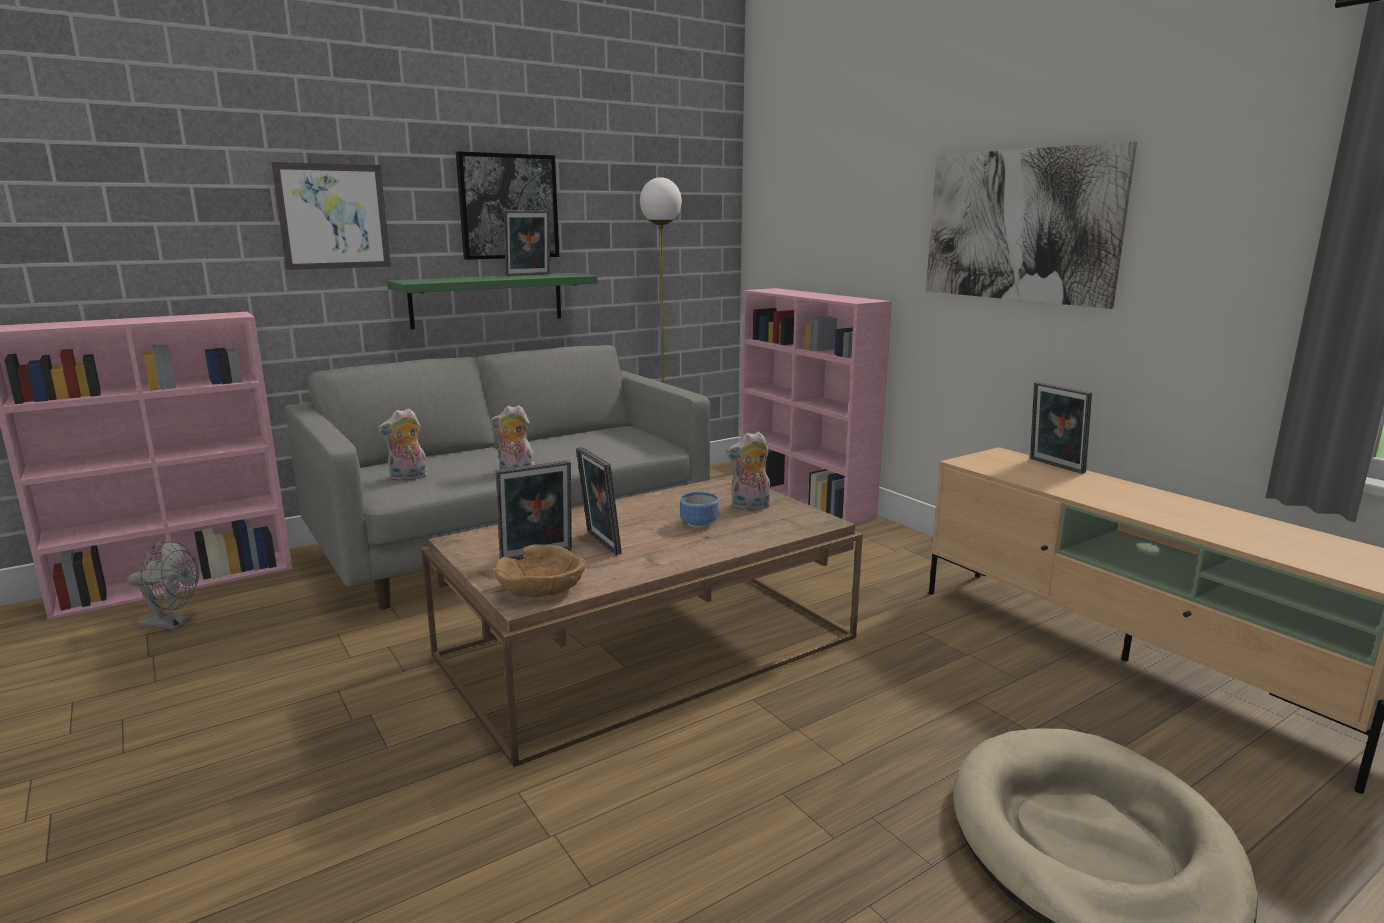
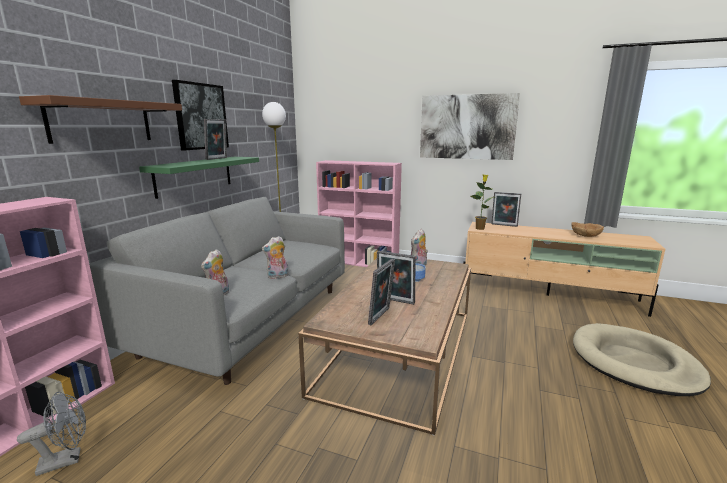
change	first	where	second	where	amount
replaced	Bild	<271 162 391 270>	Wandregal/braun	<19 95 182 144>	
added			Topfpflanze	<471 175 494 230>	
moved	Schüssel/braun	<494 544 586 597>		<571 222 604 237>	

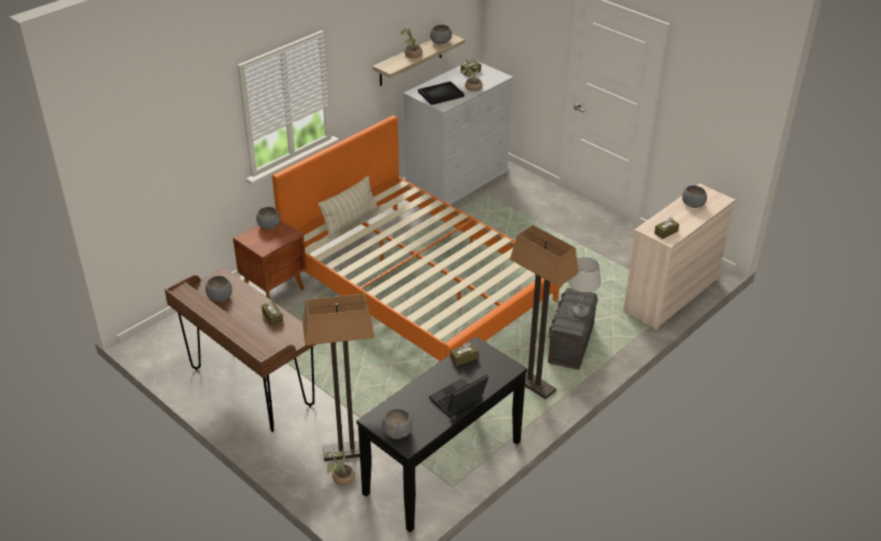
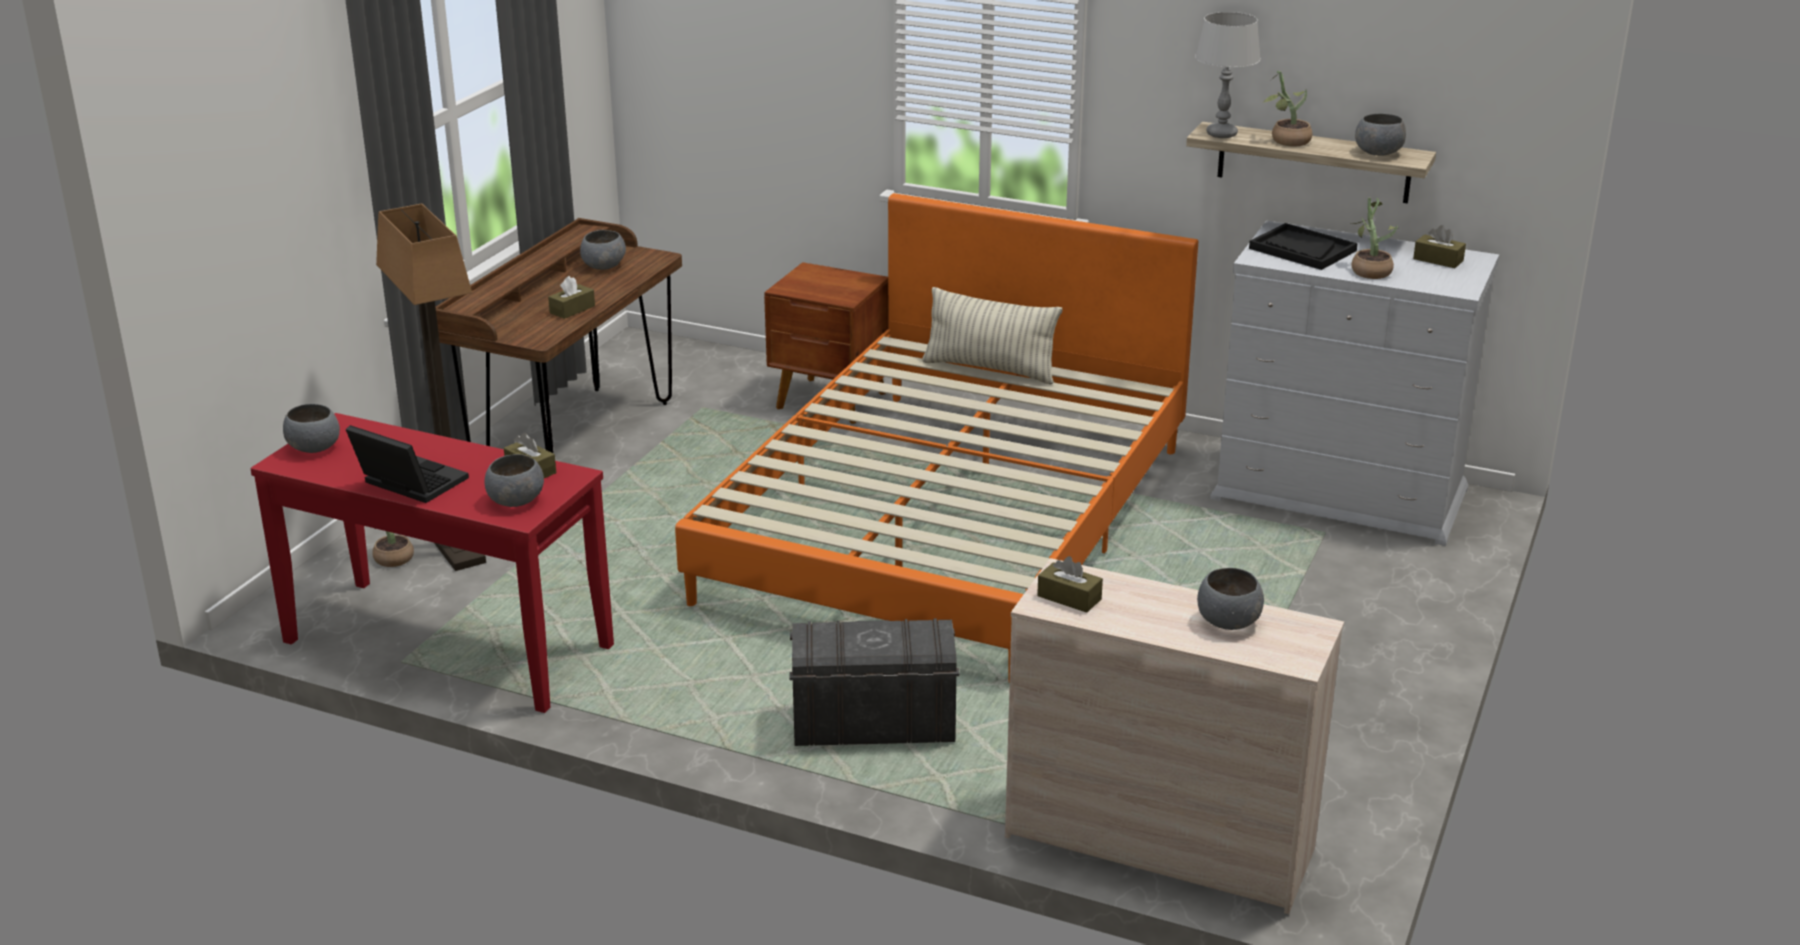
change	first	where	second	where	amount
recoloured	Konsolentisch/schwarz	<356 336 527 532>	Konsolentisch/rot	<250 413 614 713>	
moved	Schüssel/grau	<256 207 280 229>		<485 454 544 507>	
moved	Tischlampe/grau	<567 257 601 317>		<1195 12 1261 138>	
removed	Stehlampe	<510 225 579 399>			

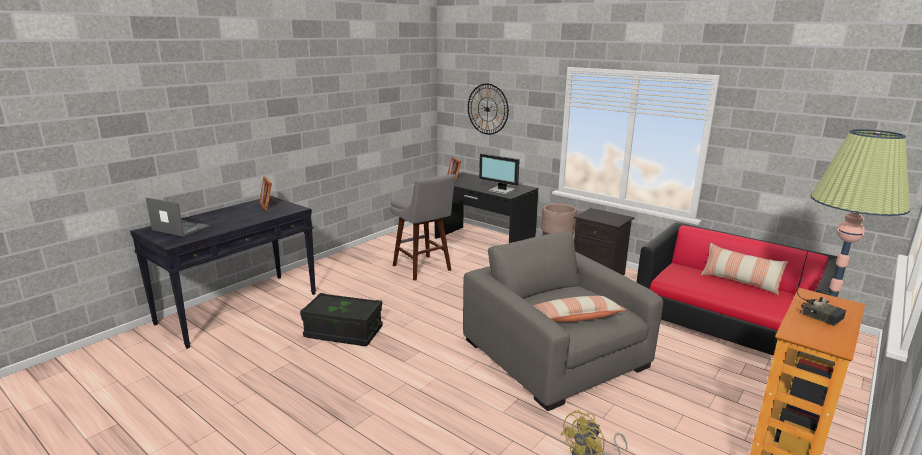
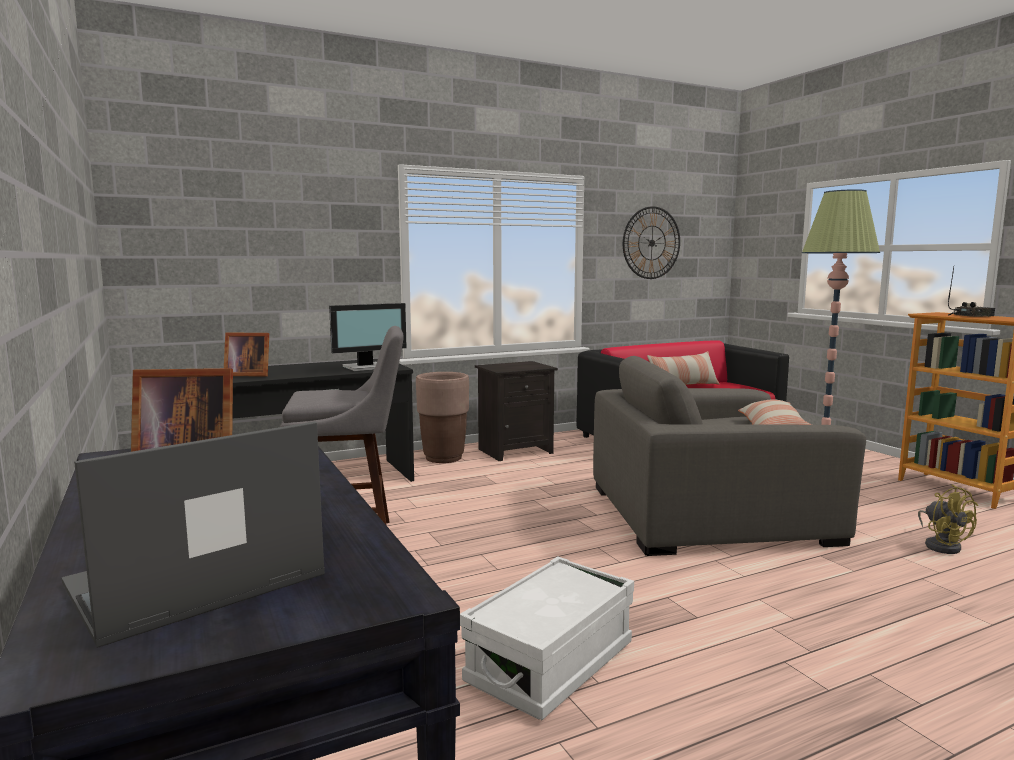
change	first	where	second	where	amount
recoloured	Aufbewahrungsbox/schwarz	<300 293 383 346>	Aufbewahrungsbox/weiß	<460 556 634 720>	
moved	Wanduhr	<468 83 509 135>		<623 206 680 279>	

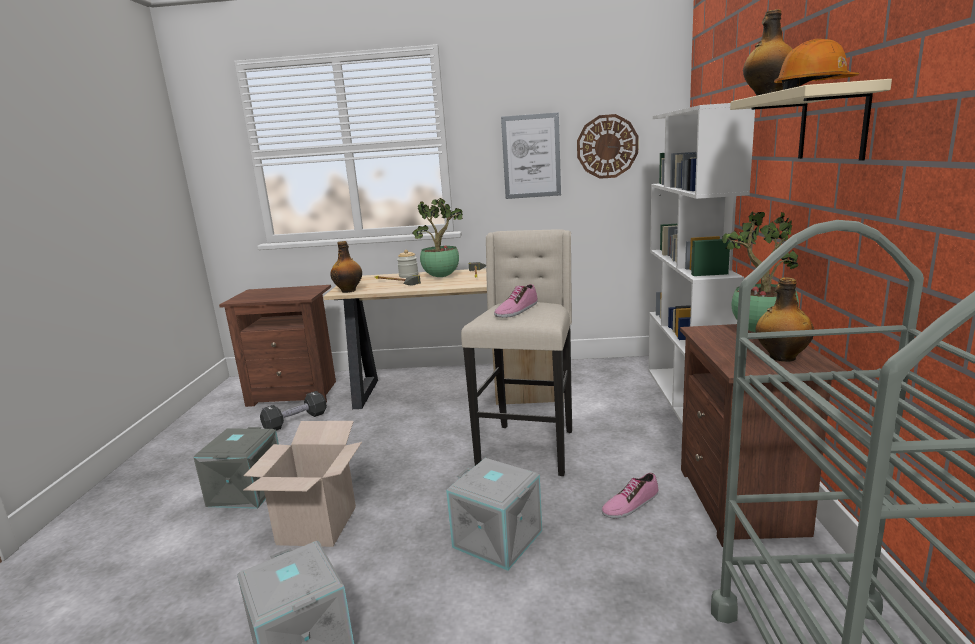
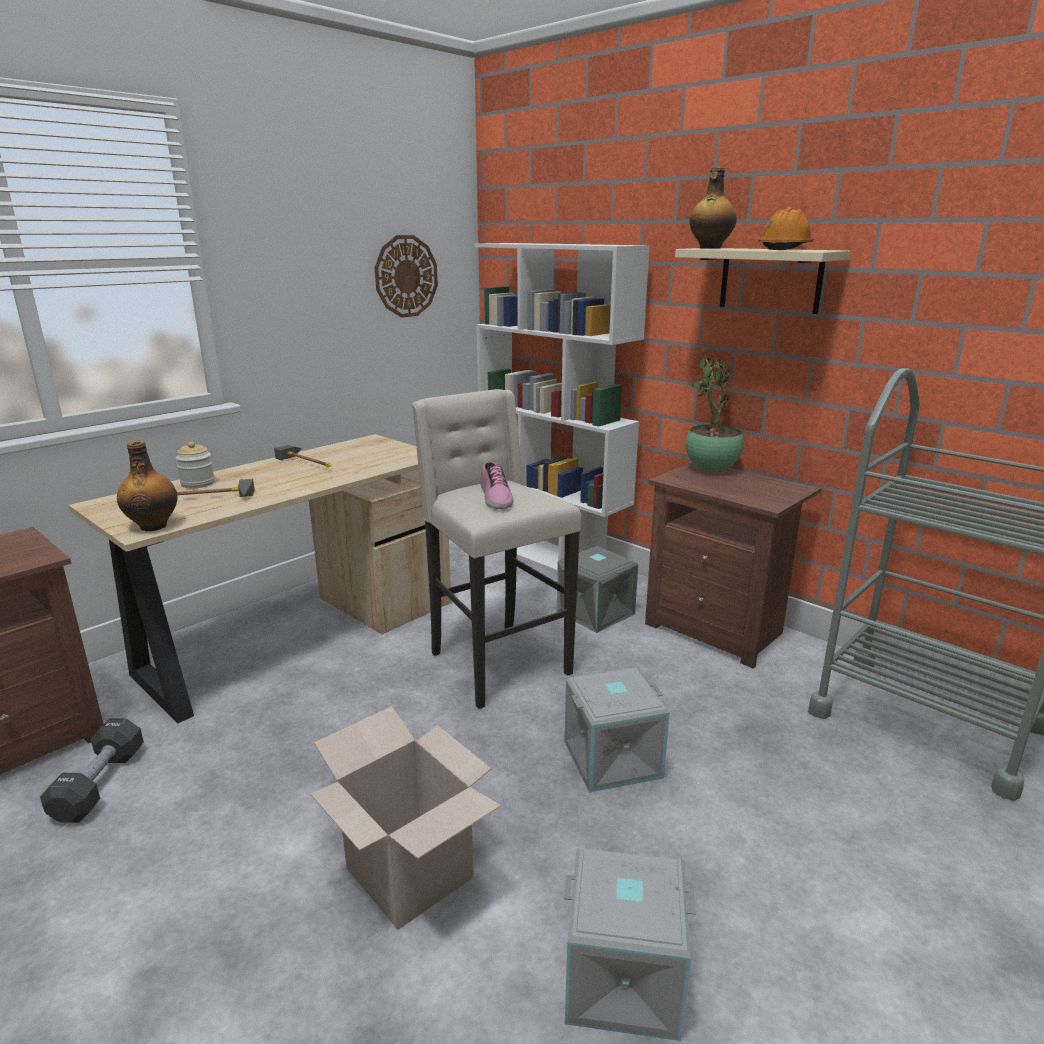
change	first	where	second	where	amount
moved	Aufbewahrungsbox/grau	<193 427 279 509>		<557 546 638 633>	
removed	Topfpflanze	<412 198 463 277>			
removed	Bild	<501 112 561 199>			
removed	Schuh	<602 473 658 519>			
removed	Flasche	<755 277 814 362>			

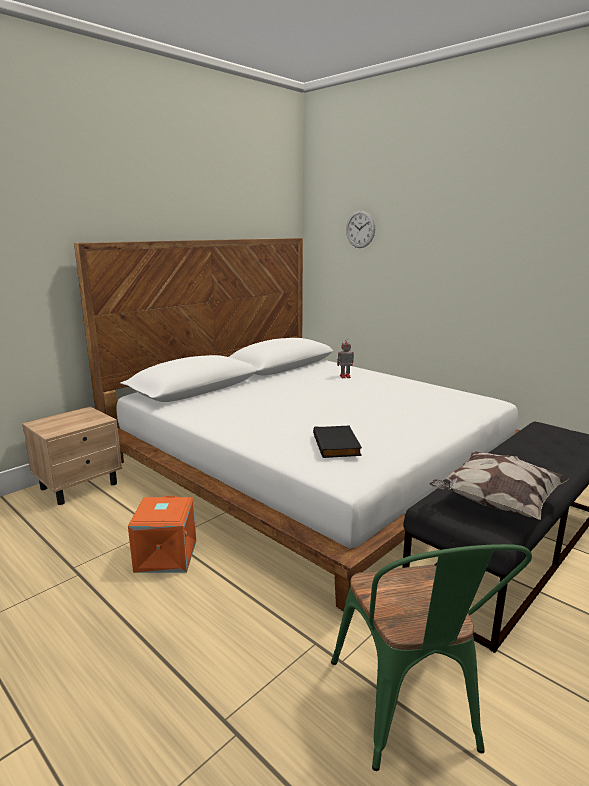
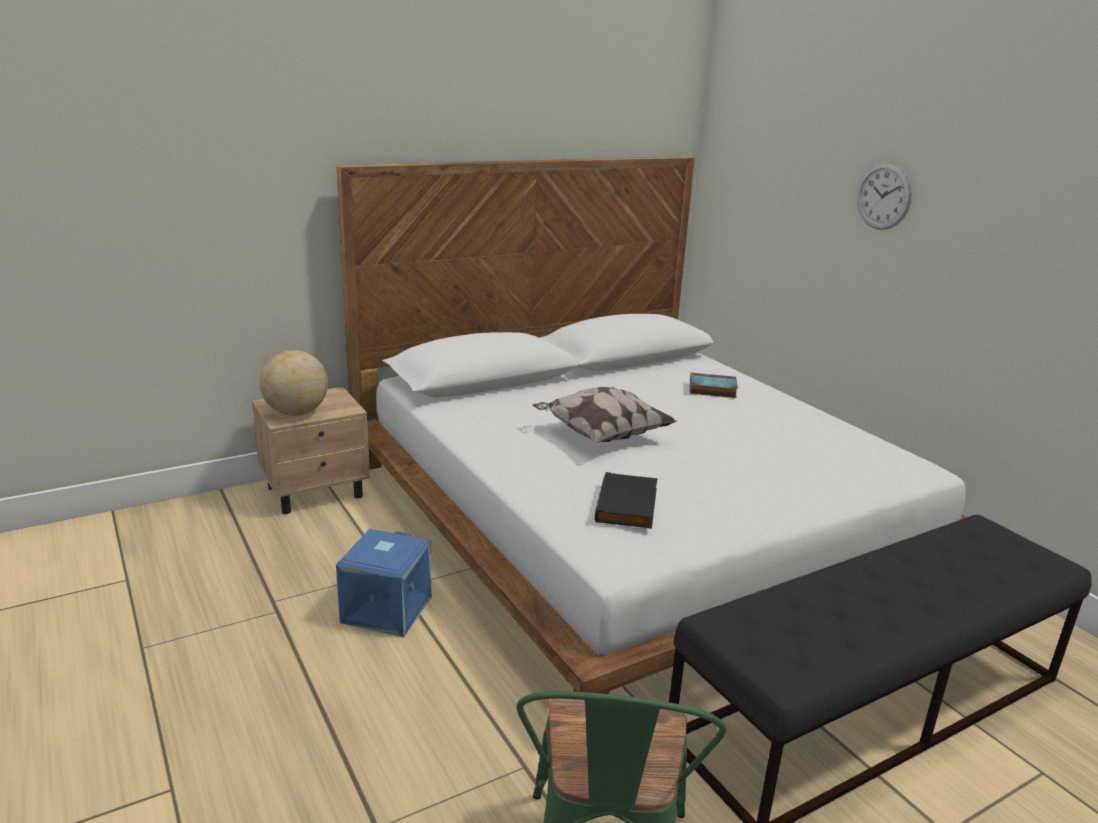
change	first	where	second	where	amount
added			Globus	<260 350 328 416>	
recoloured	Aufbewahrungsbox/orange	<128 496 196 573>	Aufbewahrungsbox/blau	<336 529 432 638>	
moved	Kissen	<429 451 569 520>		<532 387 677 442>	
replaced	Spielzeugroboter	<337 338 354 378>	Buch	<690 373 738 398>	
moved	Wanduhr	<346 210 375 248>		<857 163 912 230>	

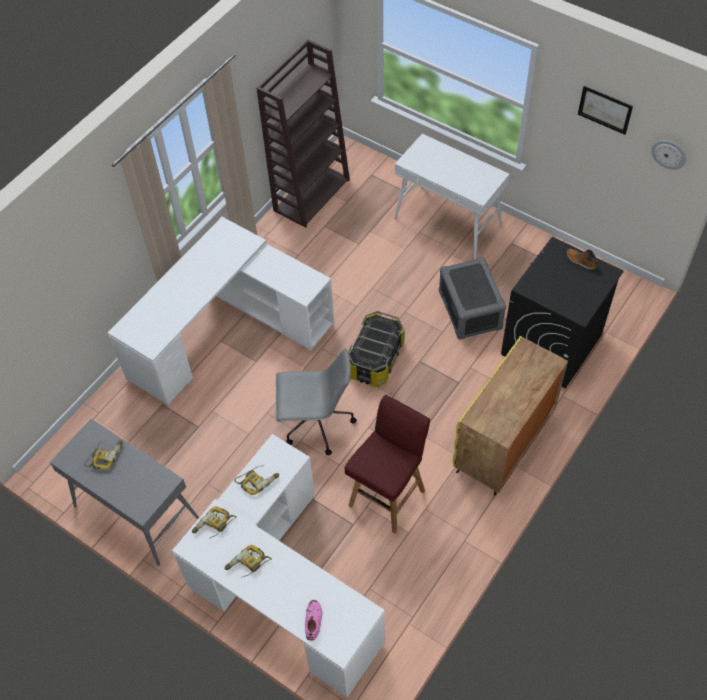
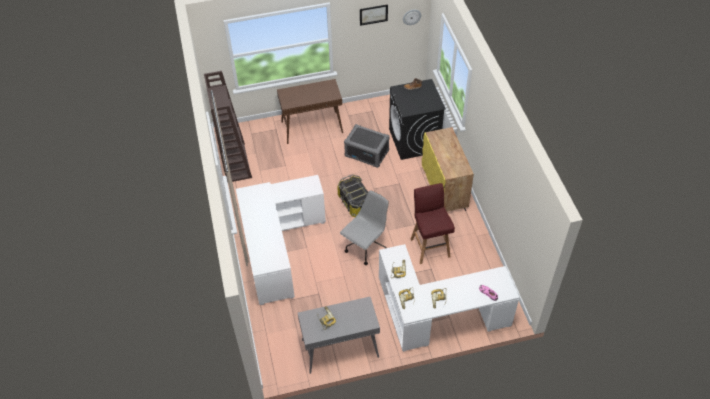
change	first	where	second	where	amount
recoloured	Konsolentisch/weiß	<394 134 510 260>	Konsolentisch/braun	<277 79 343 144>	

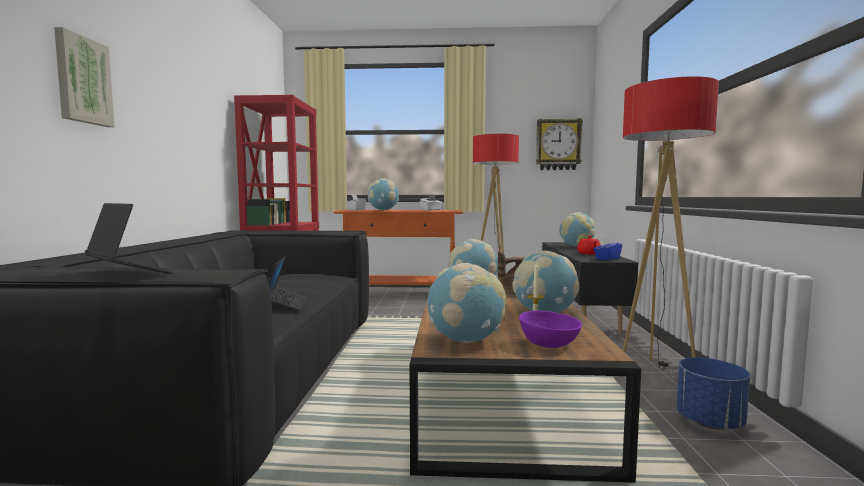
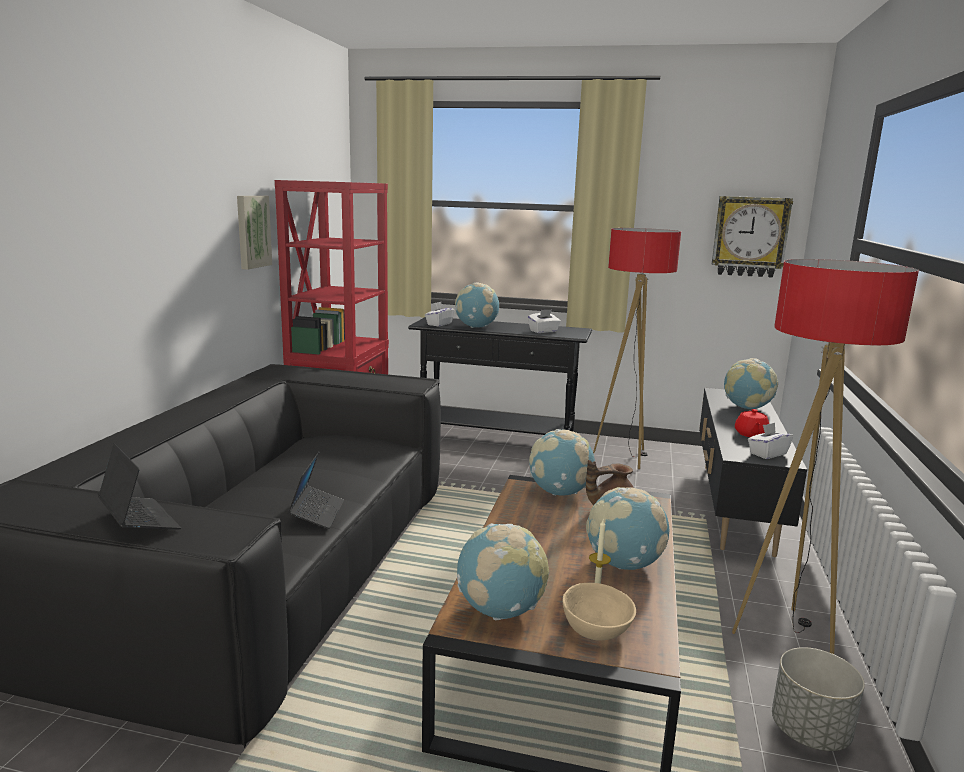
change	first	where	second	where	amount
moved	Bild	<54 27 115 127>		<237 196 272 270>	
recoloured	Konsolentisch/orange	<334 210 463 285>	Konsolentisch/schwarz	<408 317 592 435>	
recoloured	Schüssel/lila	<519 311 582 348>	Schüssel/beige	<563 583 636 640>	
recoloured	Taschentuchbox/blau	<593 237 622 260>	Taschentuchbox/weiß	<748 423 793 459>	
recoloured	Pflanzkübel/blau	<677 357 750 430>	Pflanzkübel/grau	<772 647 865 751>	

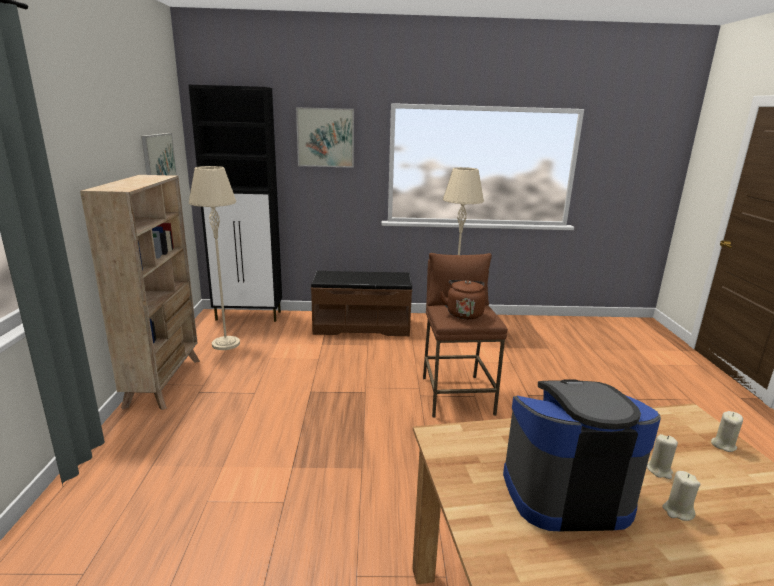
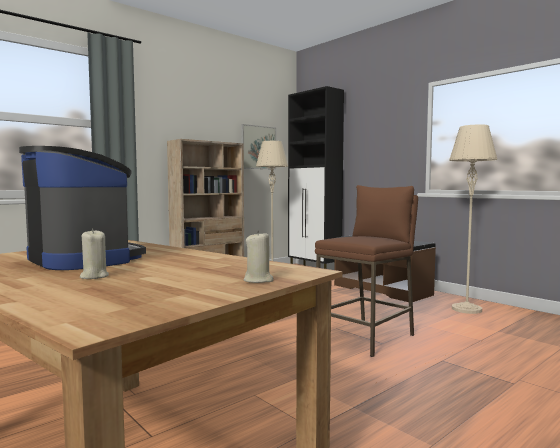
change	first	where	second	where	amount
removed	Bild	<296 107 354 168>			
removed	Wasserkessel/braun	<440 280 486 320>			
removed	Kerze/beige	<647 434 678 479>			

